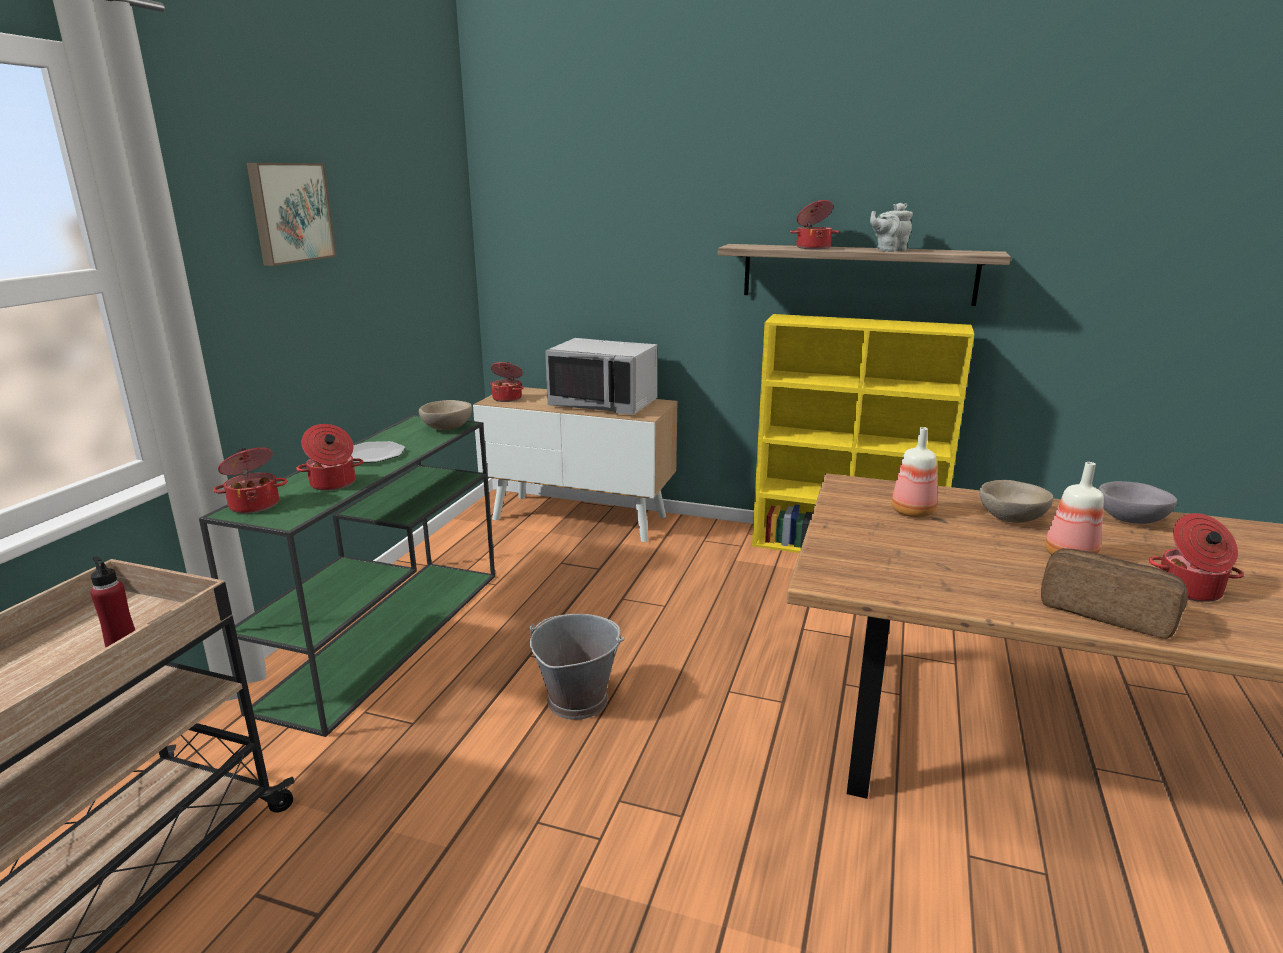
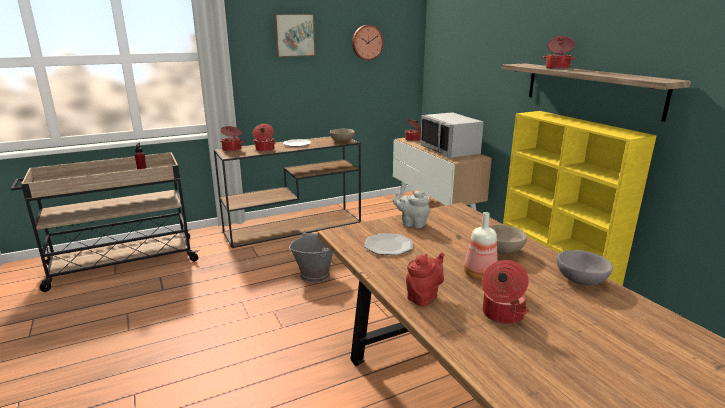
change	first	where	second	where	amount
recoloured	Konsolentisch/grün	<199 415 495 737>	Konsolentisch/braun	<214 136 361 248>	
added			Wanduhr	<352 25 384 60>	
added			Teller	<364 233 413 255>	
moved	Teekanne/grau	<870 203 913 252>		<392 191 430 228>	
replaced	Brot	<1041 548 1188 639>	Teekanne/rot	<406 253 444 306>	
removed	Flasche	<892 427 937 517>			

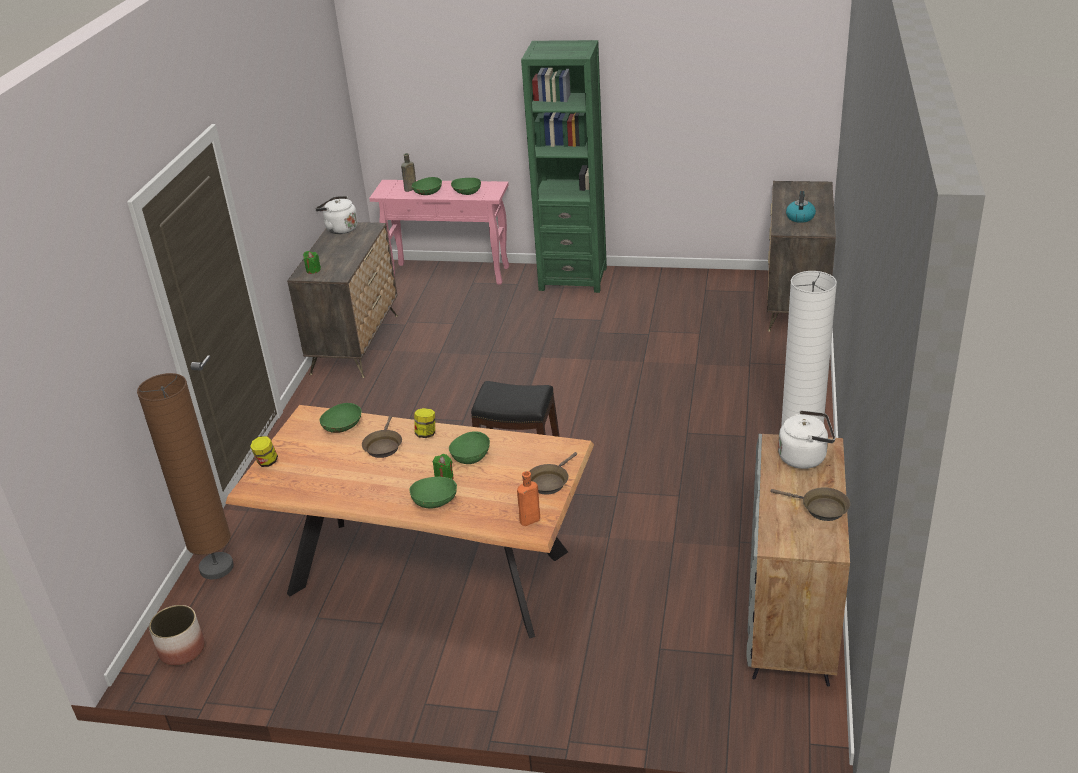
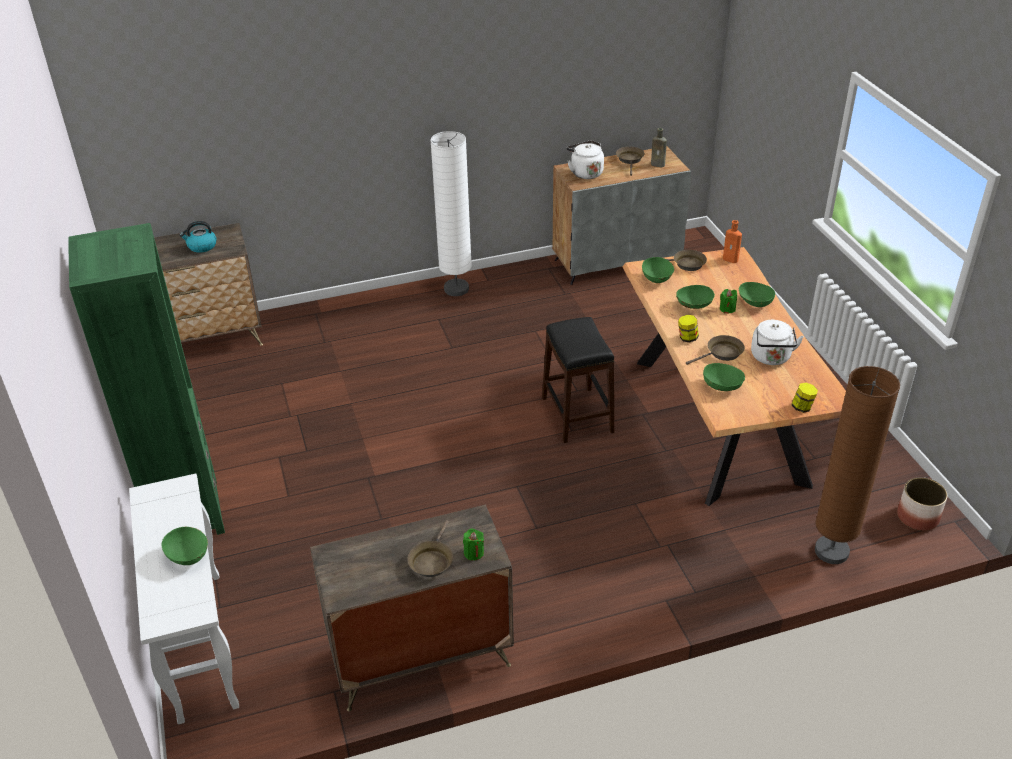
change	first	where	second	where	amount
recoloured	Konsolentisch/rosa	<369 180 509 285>	Konsolentisch/weiß	<129 474 239 724>	
added			Pfanne/braun	<407 520 453 577>	
moved	Schüssel/grün	<451 178 481 195>		<642 257 674 283>	
moved	Flasche/braun	<401 153 416 192>		<651 128 667 167>	
moved	Wasserkessel/weiß	<315 196 358 234>		<751 320 804 365>	

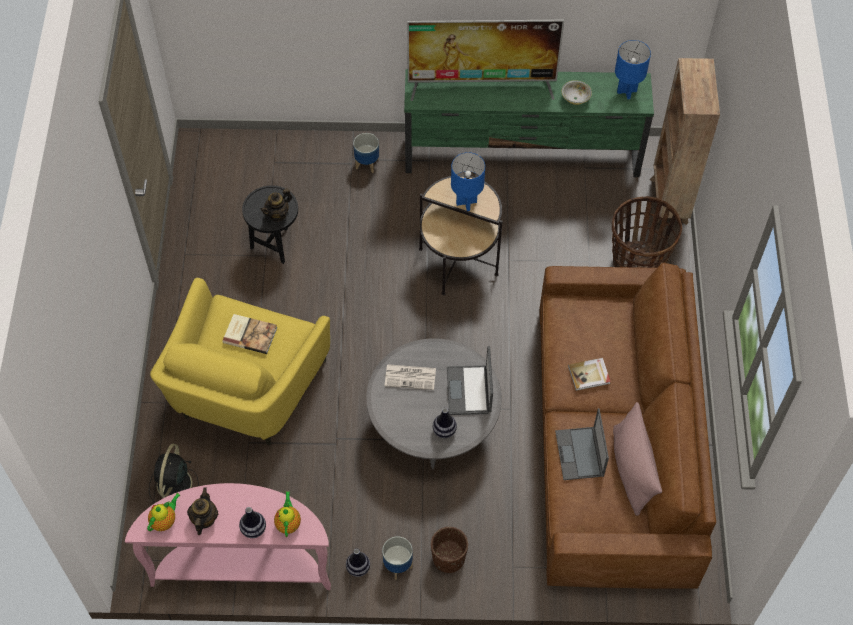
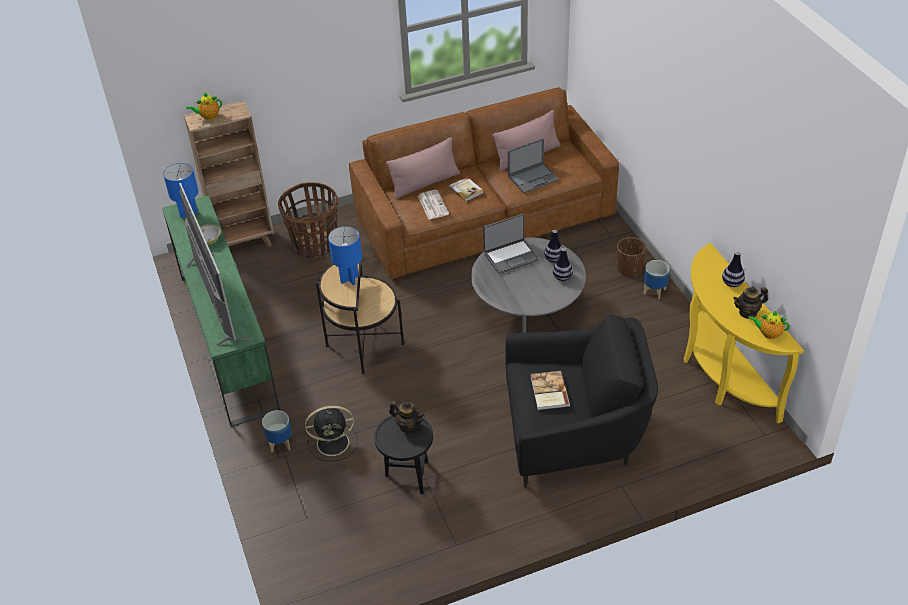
change	first	where	second	where	amount
moved	Teekanne	<274 491 301 537>		<186 92 222 120>	
moved	Ventilator/schwarz	<149 444 199 503>		<305 406 358 462>	
added			Kissen/rosa	<386 137 460 199>	
moved	Zeitung	<385 364 436 390>		<418 190 449 219>	
recoloured	Sessel/gelb	<150 278 330 445>	Sessel/schwarz	<505 315 658 487>	
moved	Vase	<346 549 370 577>		<553 248 573 281>	
recoloured	Konsolentisch/rosa	<125 483 331 590>	Konsolentisch/gelb	<683 243 804 423>	

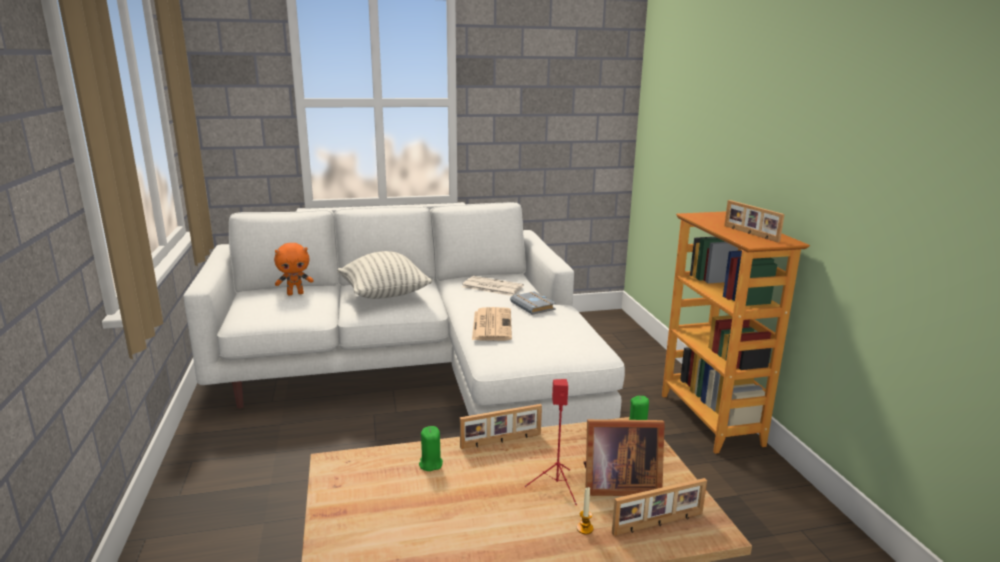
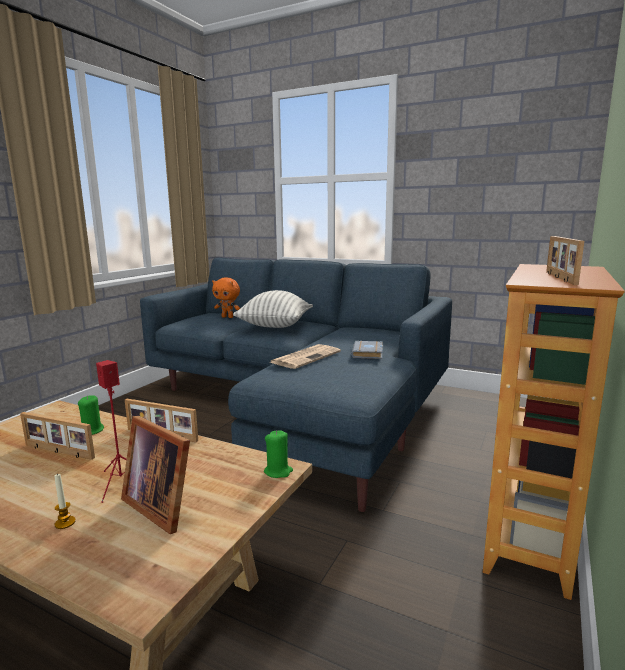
change	first	where	second	where	amount
moved	Bilderrahmen	<612 478 707 536>		<20 412 95 460>	
recoloured	Sofa/weiß	<183 202 625 427>	Sofa/blau	<140 258 452 512>	
removed	Zeitung	<462 276 524 296>			

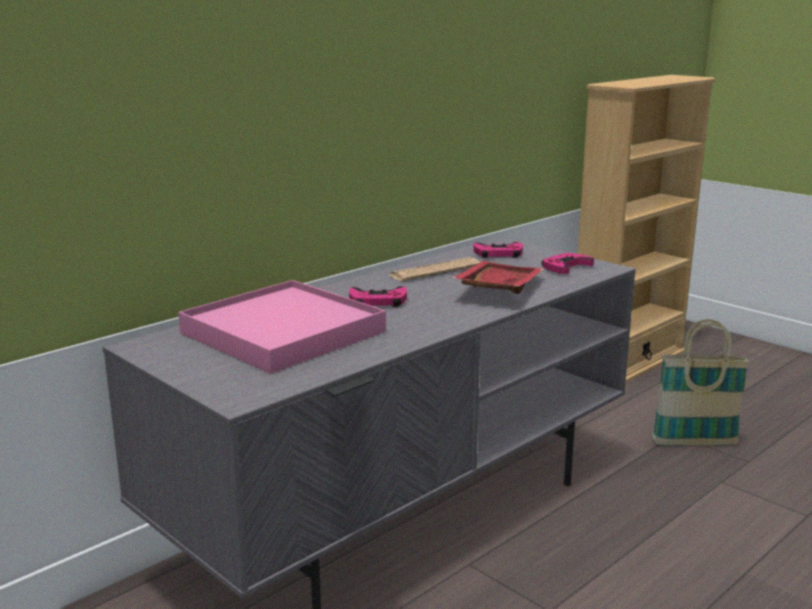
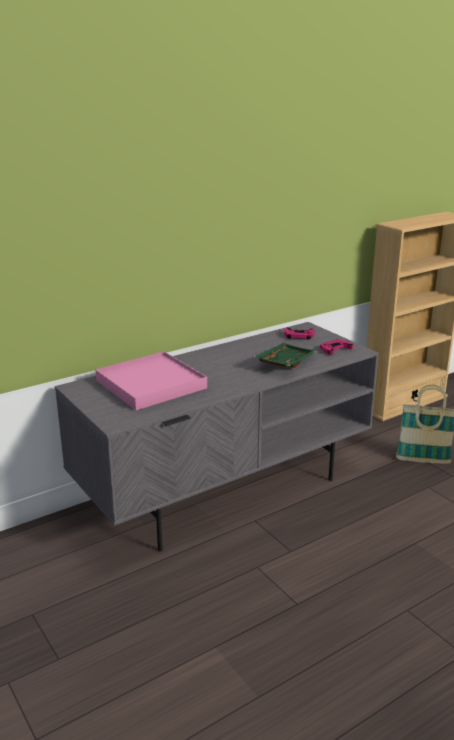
change	first	where	second	where	amount
recoloured	Tablett/rot	<452 261 544 294>	Tablett/grün	<254 343 317 368>	
removed	Gamepad/rosa	<349 286 407 307>			
removed	Zeitung	<390 257 480 281>			

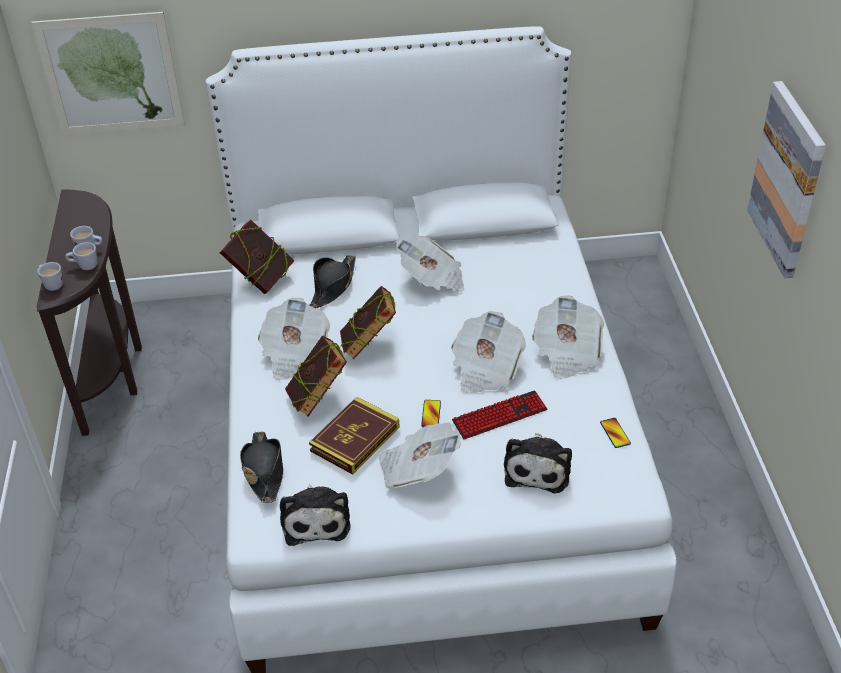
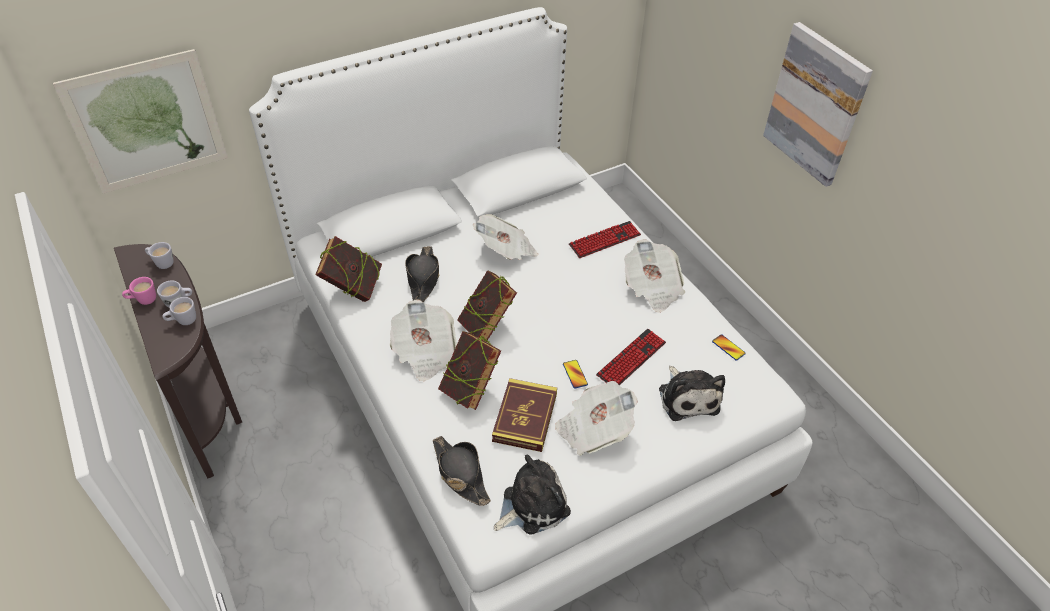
change	first	where	second	where	amount
added			Henkelbecher/rosa	<122 277 156 305>	
moved	Henkelbecher/weiß	<37 262 63 291>		<145 242 174 269>	
turned	Plüschtier	<280 484 351 546>		<494 455 571 535>	90 degrees counterclockwise
added			Tastatur	<569 221 641 258>	
removed	Zeitung	<451 311 526 393>			

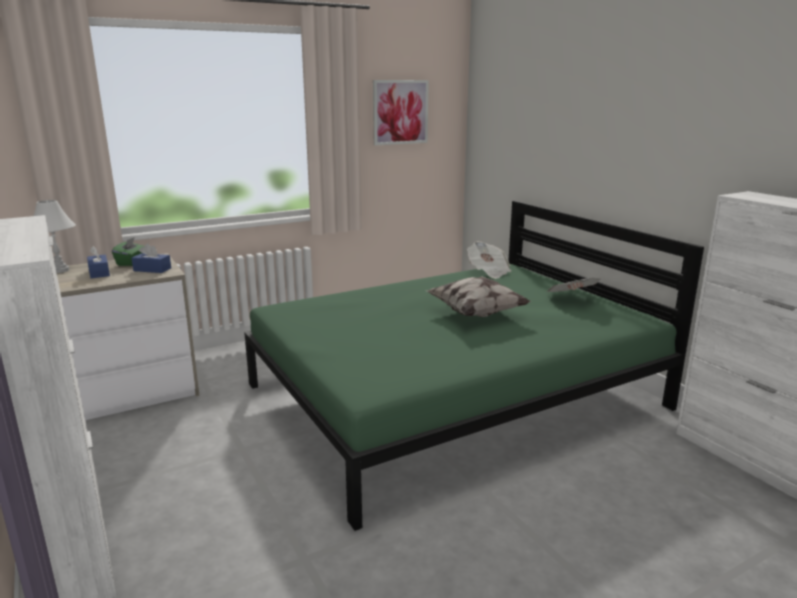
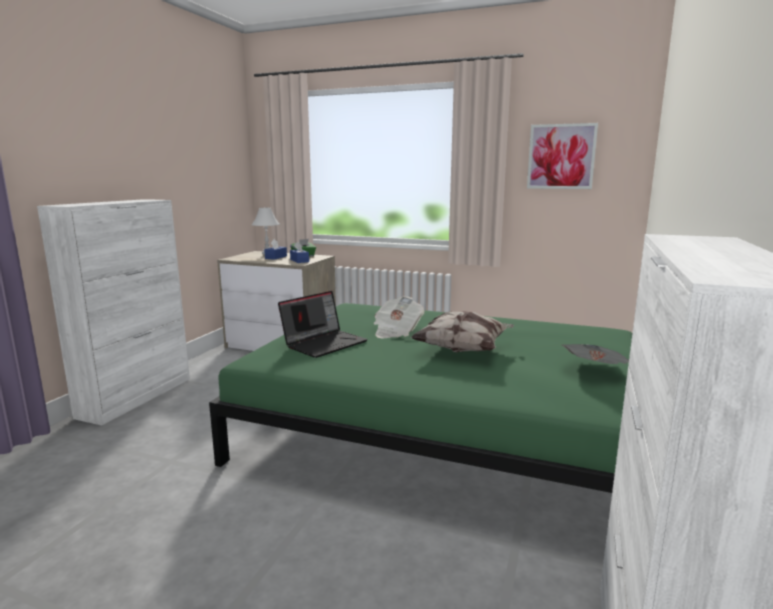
change	first	where	second	where	amount
added			Laptop	<278 291 368 358>	
moved	Zeitung	<467 241 512 279>		<373 296 425 338>	

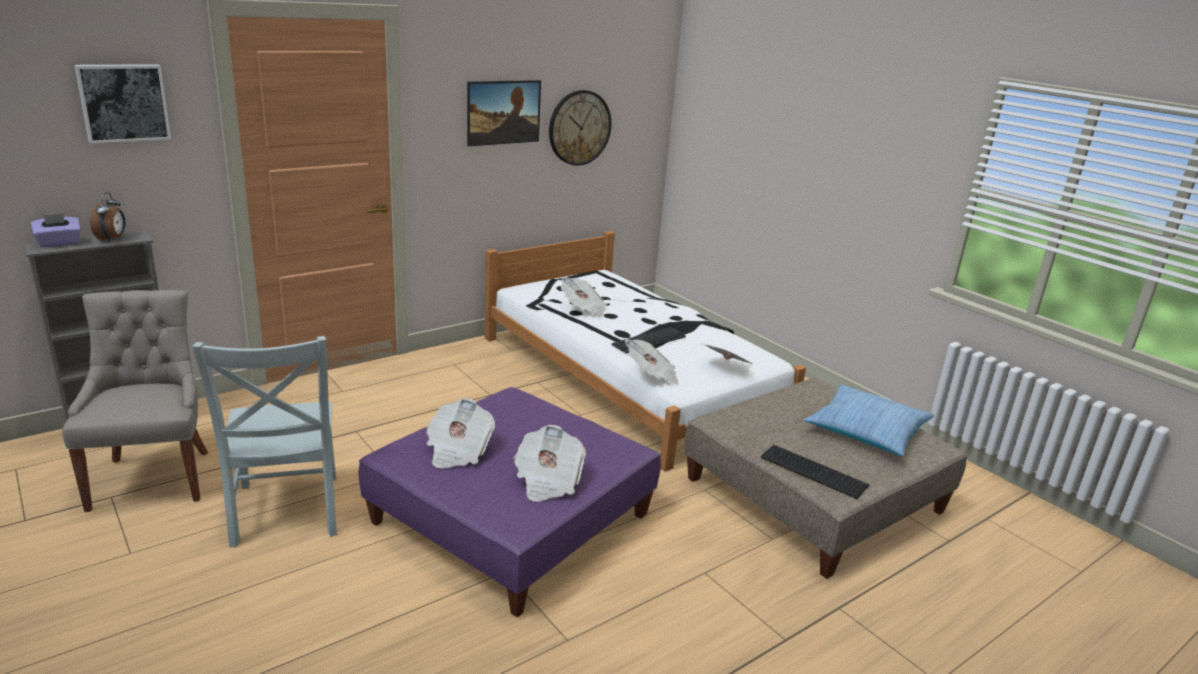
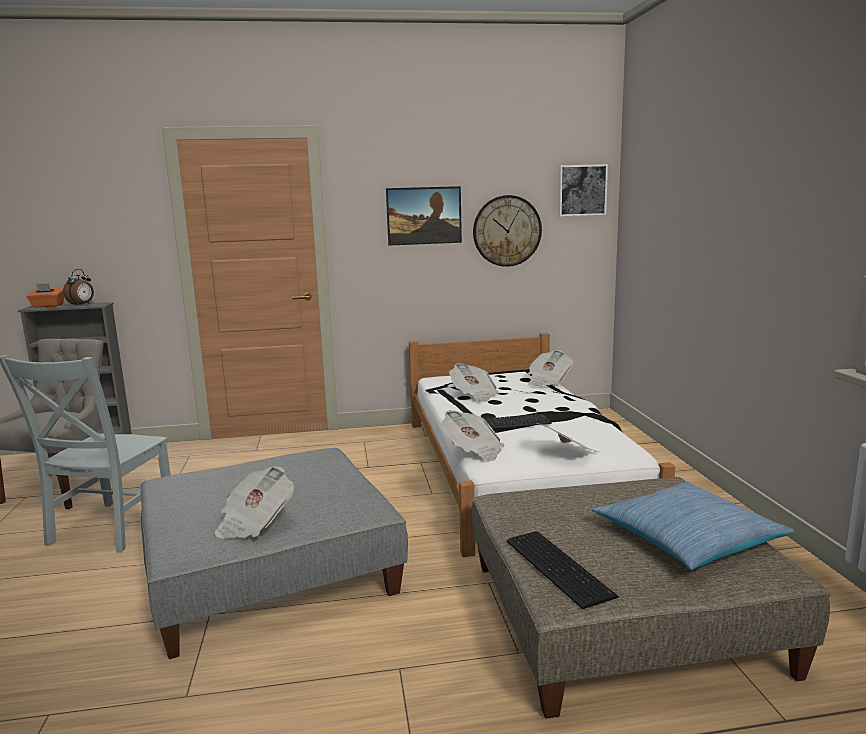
change	first	where	second	where	amount
recoloured	Taschentuchbox/lila	<31 214 81 247>	Taschentuchbox/orange	<27 283 64 307>	
recoloured	Polsterhocker/lila	<358 387 661 617>	Polsterhocker/grau	<140 448 408 659>	
moved	Zeitung	<426 398 495 469>		<528 350 574 386>	
moved	Bild	<75 64 171 143>		<558 164 608 216>	

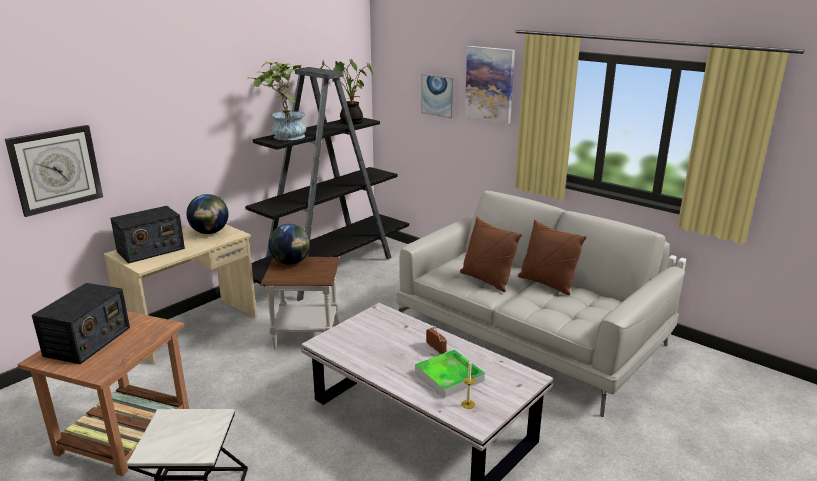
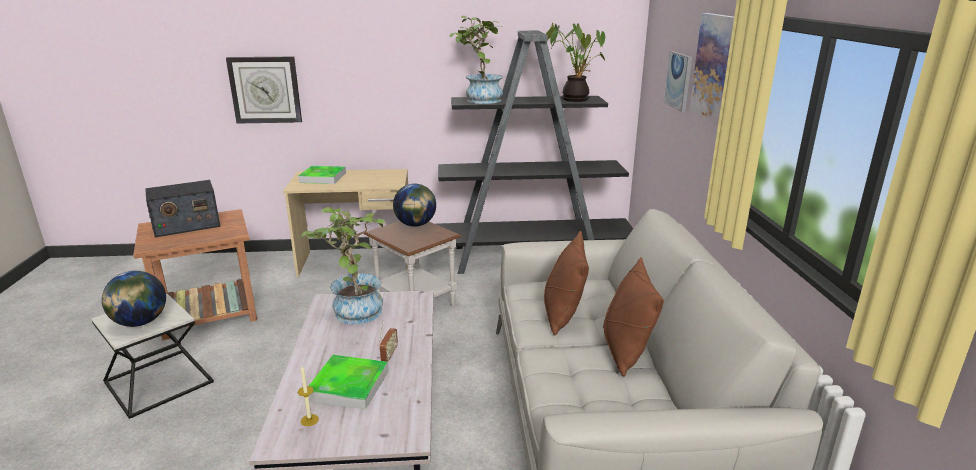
change	first	where	second	where	amount
moved	Globus	<186 194 228 234>		<102 271 166 327>	
replaced	Radio	<110 206 185 264>	Tablett	<298 166 346 184>	
added			Topfpflanze	<300 207 386 324>	

